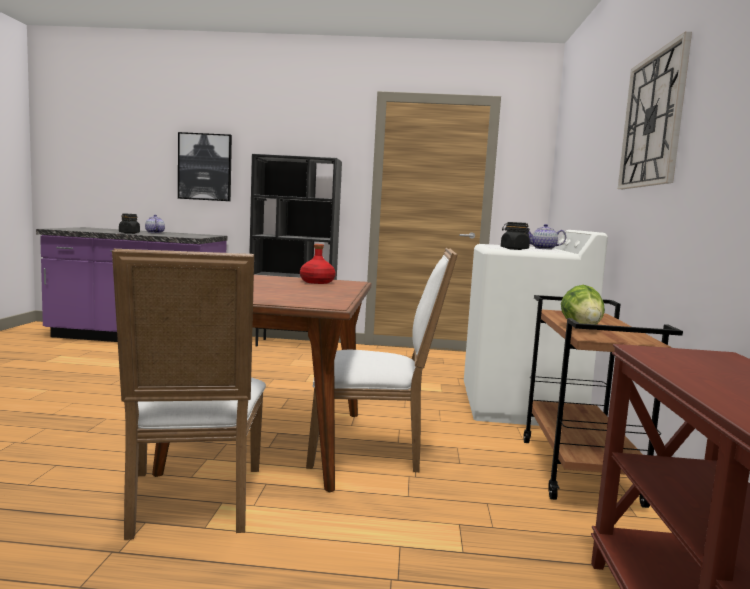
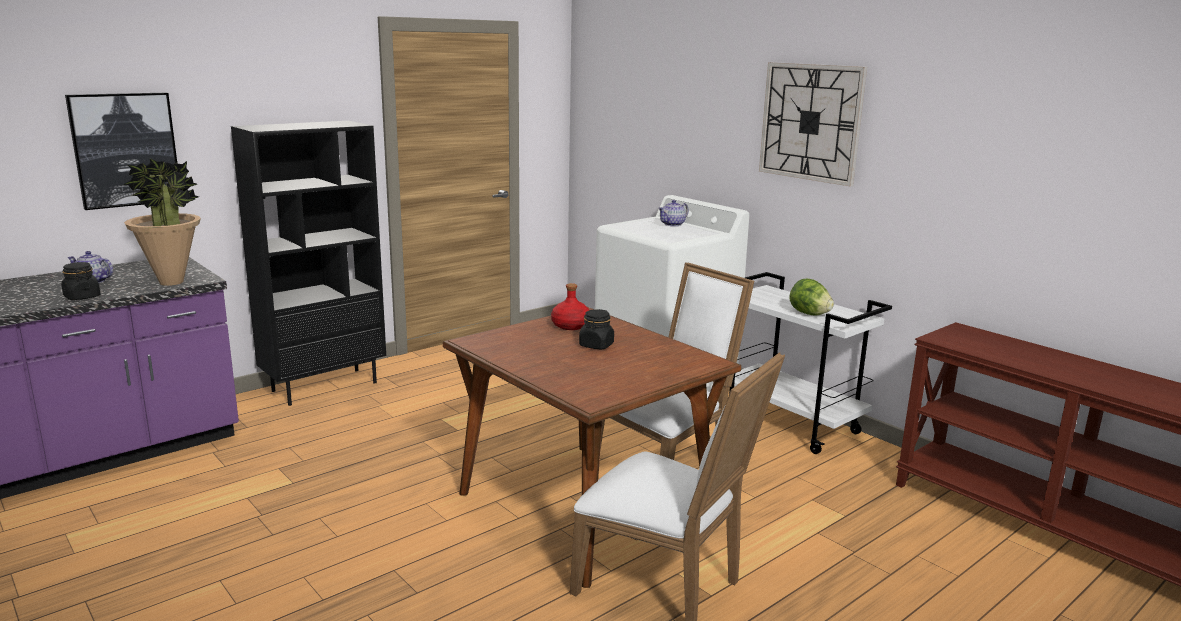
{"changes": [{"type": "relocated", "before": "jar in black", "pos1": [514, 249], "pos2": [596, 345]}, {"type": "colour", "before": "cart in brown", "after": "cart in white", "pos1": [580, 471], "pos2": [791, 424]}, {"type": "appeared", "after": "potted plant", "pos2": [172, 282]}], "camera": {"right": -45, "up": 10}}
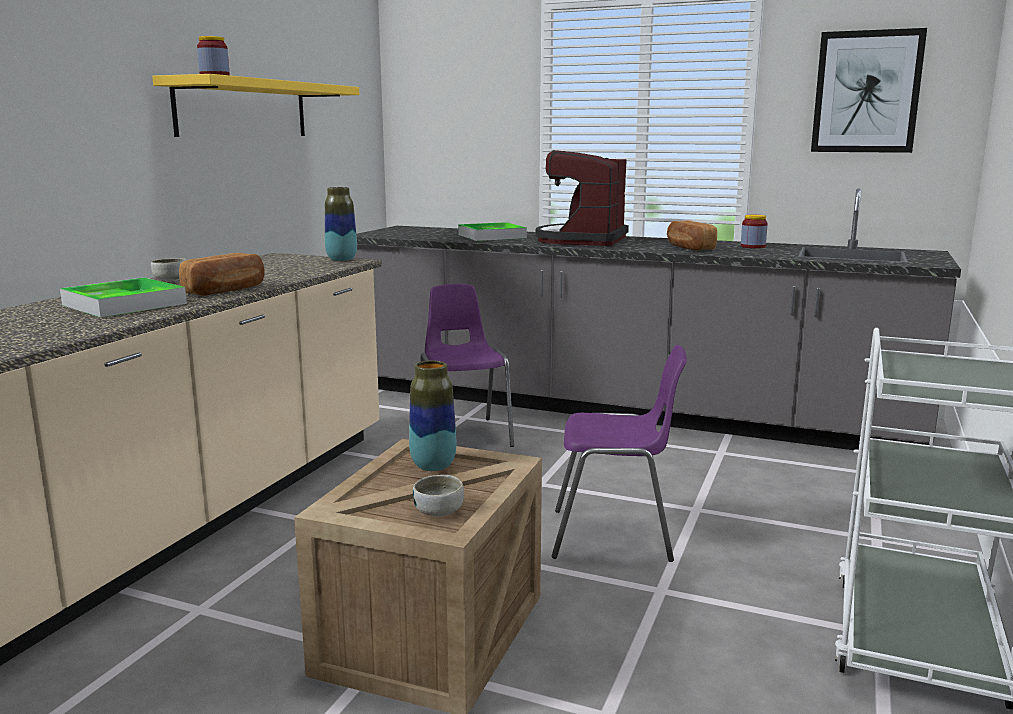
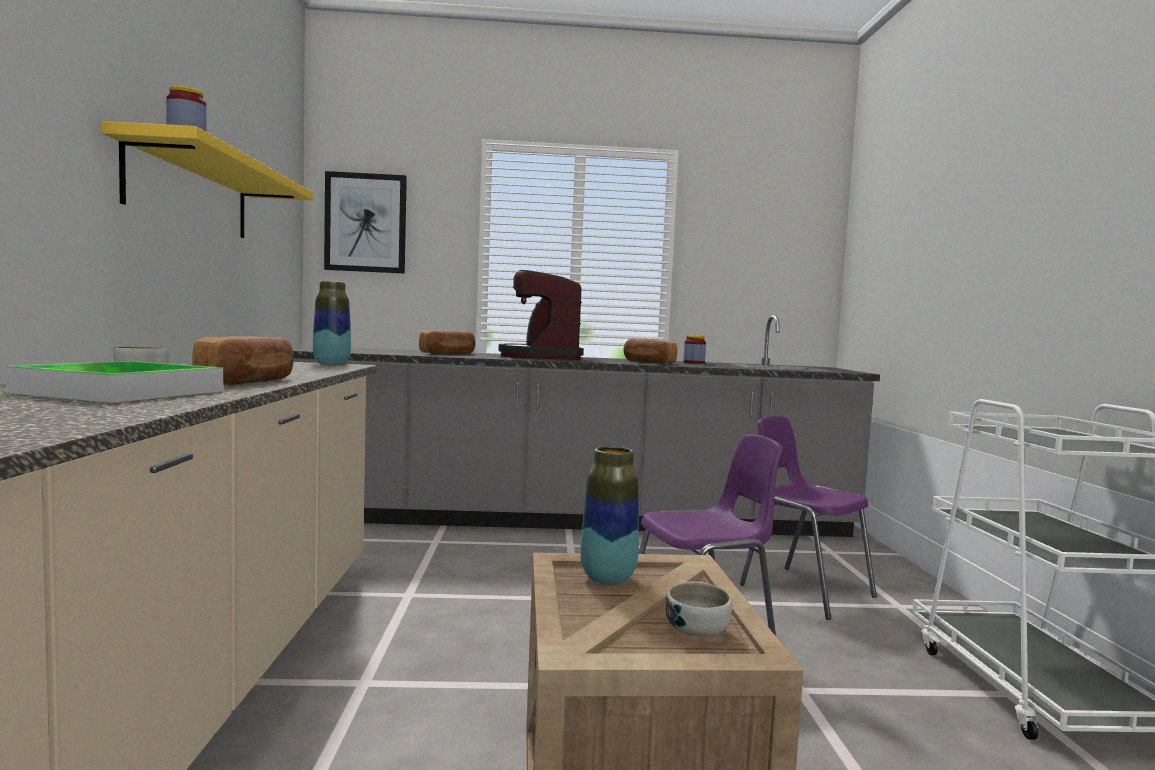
{"changes": [{"type": "relocated", "before": "picture", "pos1": [866, 92], "pos2": [366, 223]}, {"type": "exchanged", "before": "tray", "after": "bread", "pos1": [491, 236], "pos2": [448, 353]}, {"type": "relocated", "before": "chair in purple", "pos1": [464, 435], "pos2": [803, 590]}], "camera": {"right": -25, "up": -10}}
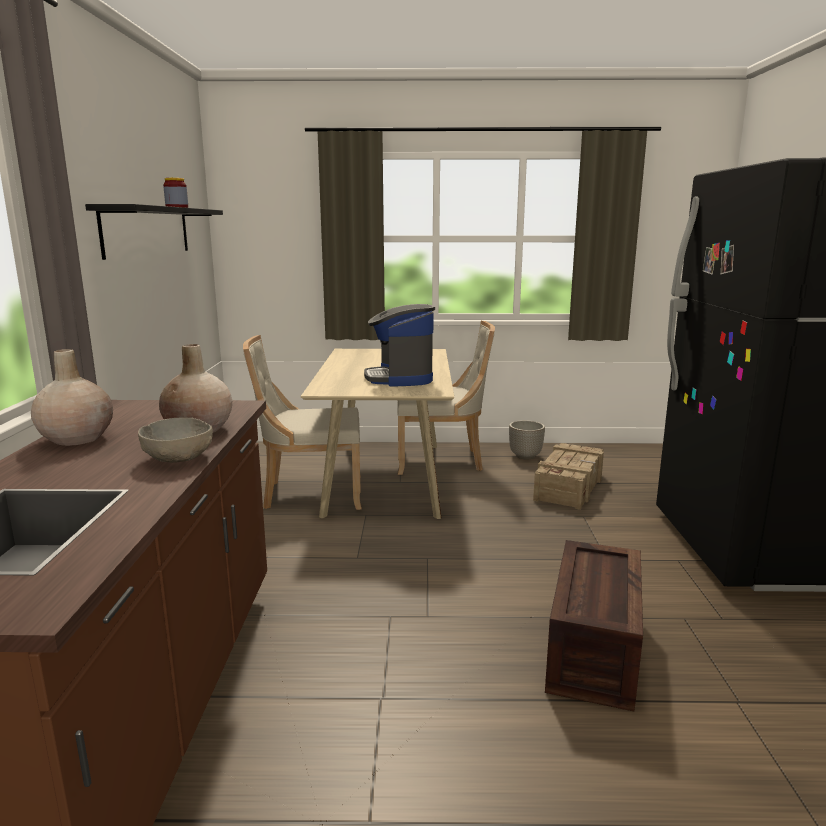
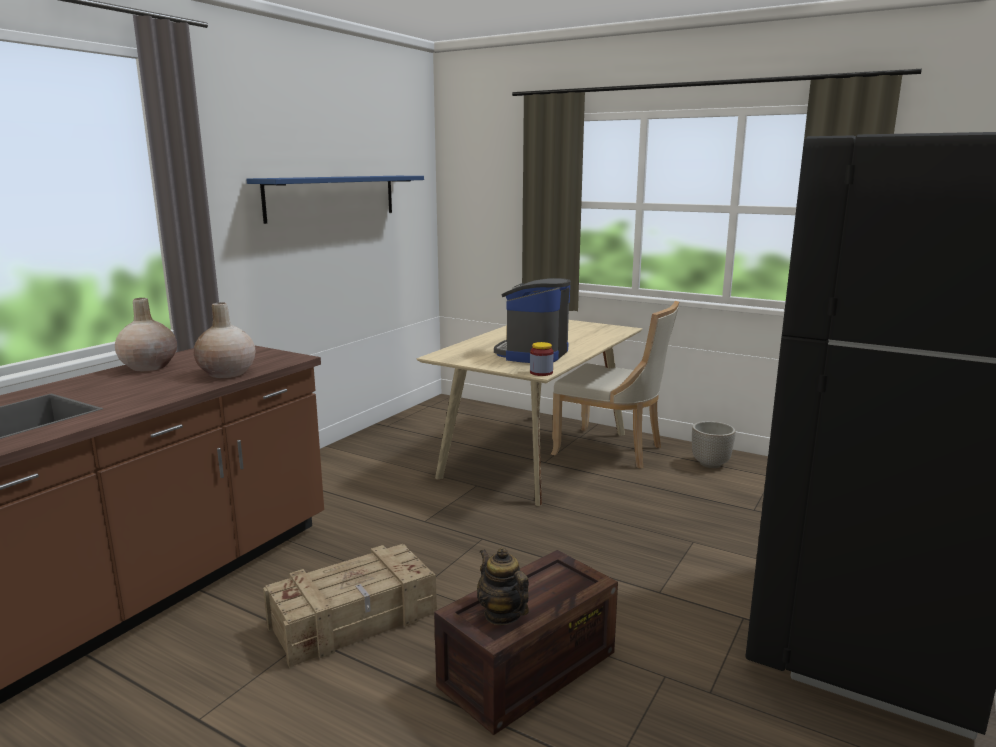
{"changes": [{"type": "relocated", "before": "jar", "pos1": [177, 207], "pos2": [541, 373]}, {"type": "colour", "before": "shelf in black", "after": "shelf in blue", "pos1": [148, 231], "pos2": [332, 197]}, {"type": "missing", "before": "chair in beige", "pos1": [310, 494]}, {"type": "missing", "before": "bowl in grey", "pos1": [179, 458]}, {"type": "relocated", "before": "crate", "pos1": [569, 487], "pos2": [354, 620]}, {"type": "appeared", "after": "teapot", "pos2": [502, 614]}], "camera": {"right": 30, "up": 0}}
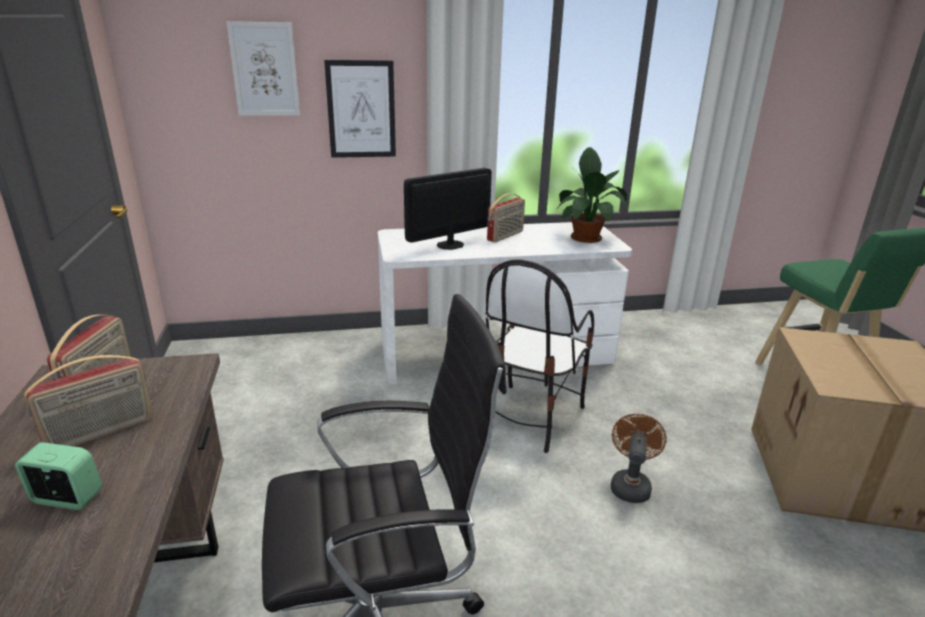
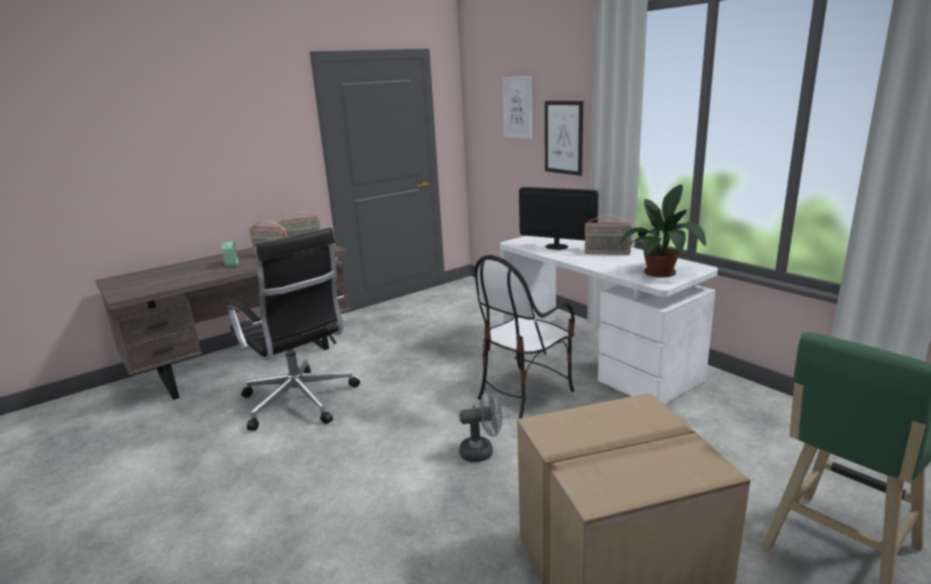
{"changes": [{"type": "spun", "before": "chair", "pos1": [531, 416], "pos2": [524, 392], "turn": -45}, {"type": "colour", "before": "fan in brown", "after": "fan in grey", "pos1": [630, 485], "pos2": [482, 451]}], "camera": {"right": 65, "up": -5}}
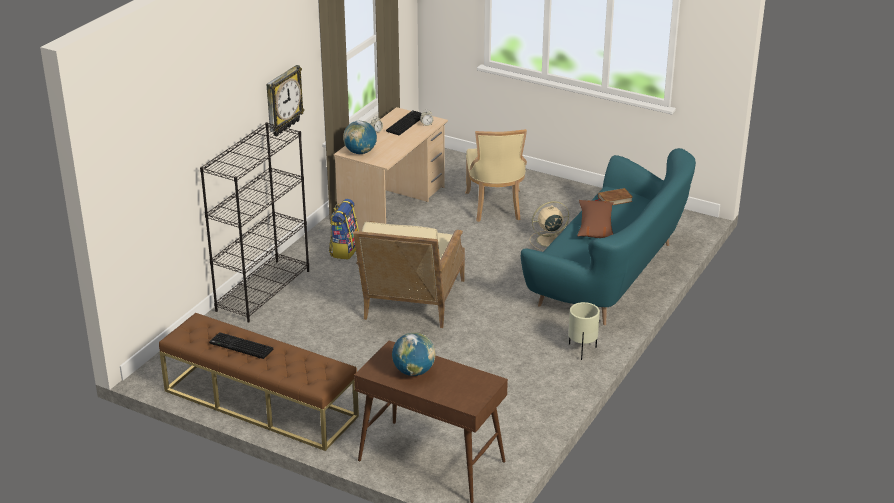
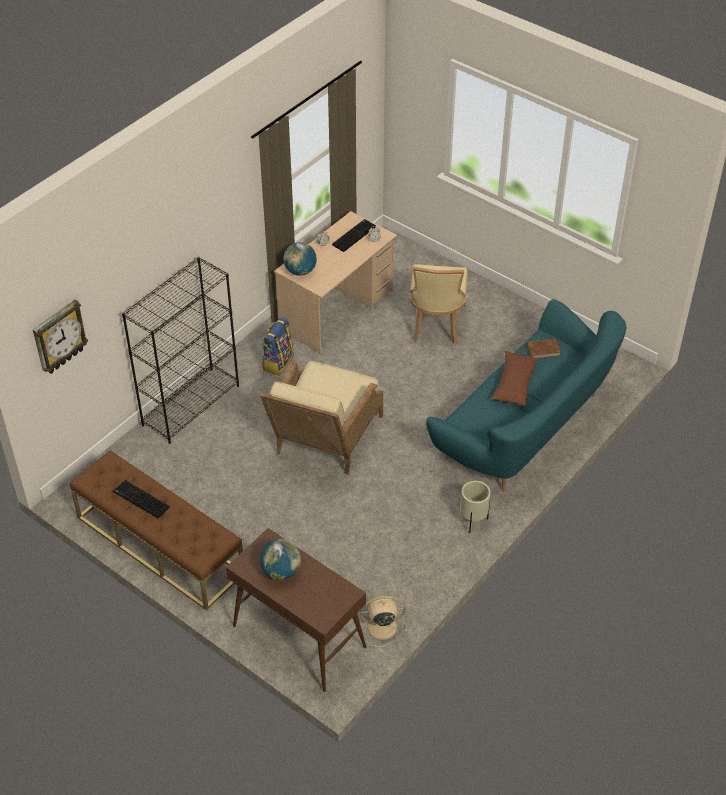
{"changes": [{"type": "relocated", "before": "wall clock", "pos1": [283, 101], "pos2": [59, 337]}, {"type": "relocated", "before": "fan in beige", "pos1": [548, 240], "pos2": [381, 627]}], "camera": {"right": 10, "up": 15}}
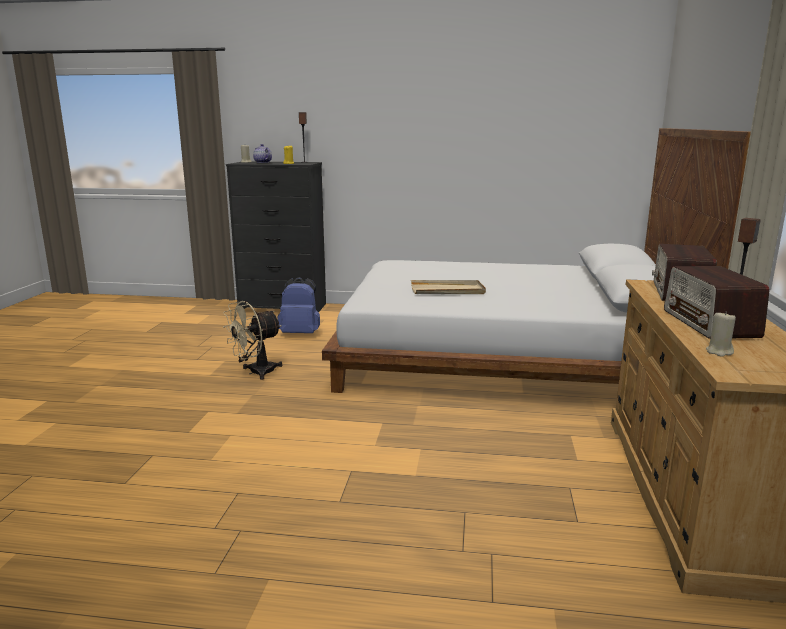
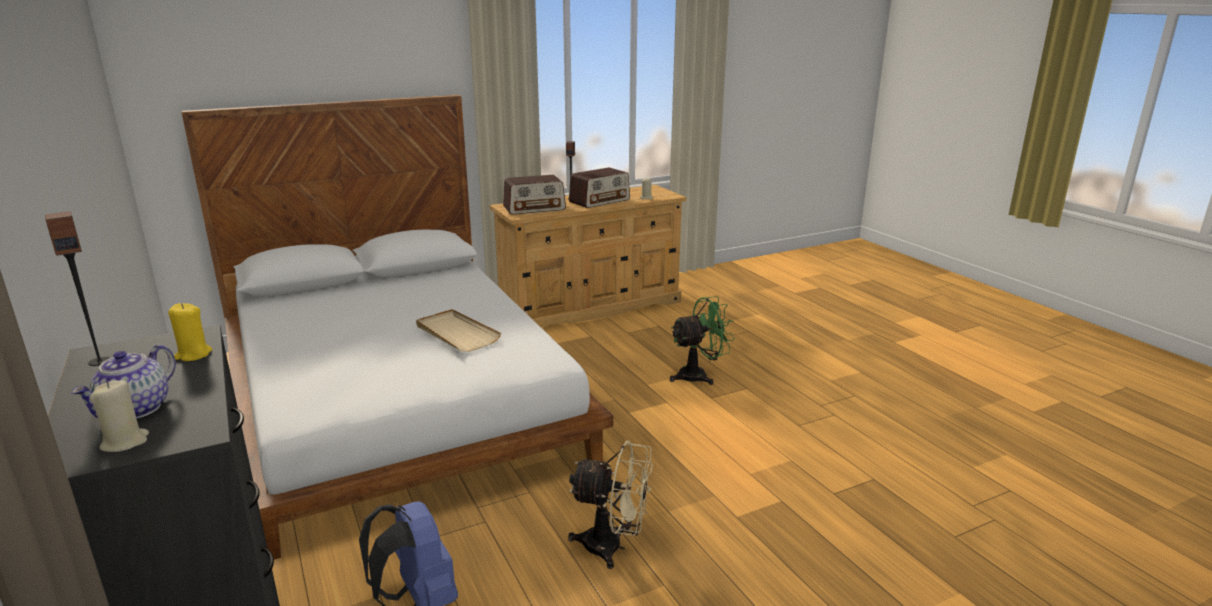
{"changes": [{"type": "appeared", "after": "fan in green", "pos2": [699, 375]}], "camera": {"right": -125, "up": 5}}
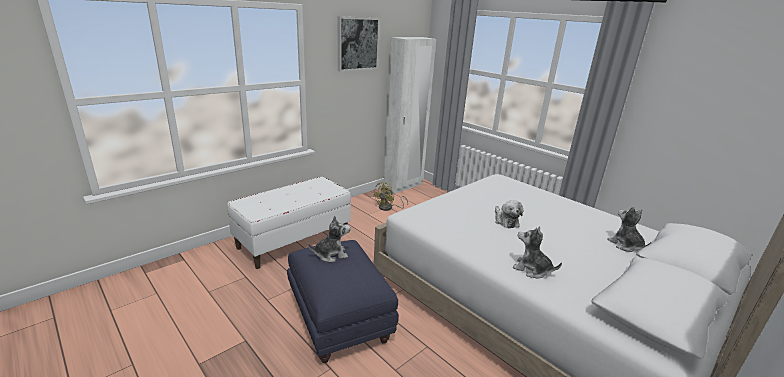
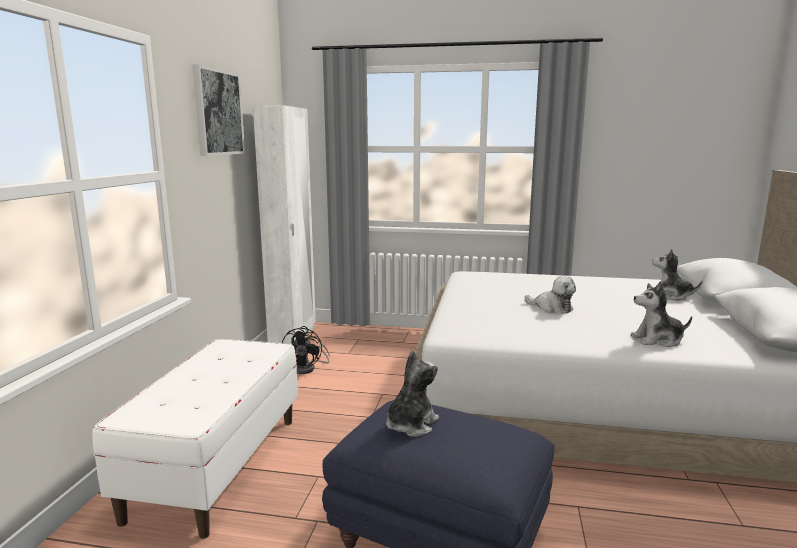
{"changes": [{"type": "colour", "before": "fan in yellow", "after": "fan in black", "pos1": [388, 208], "pos2": [308, 368]}], "camera": {"right": -35, "up": -10}}
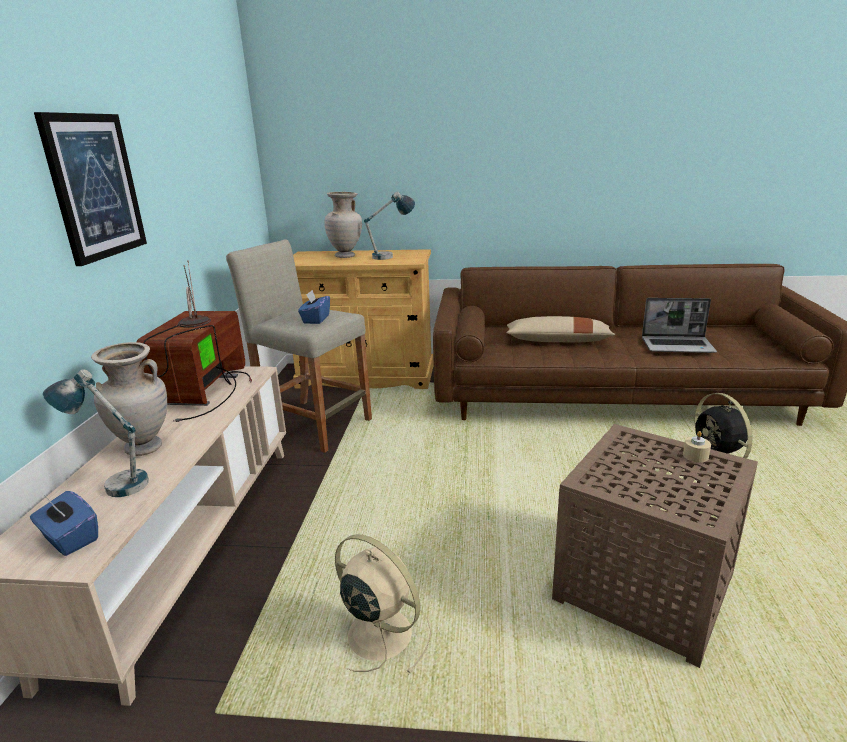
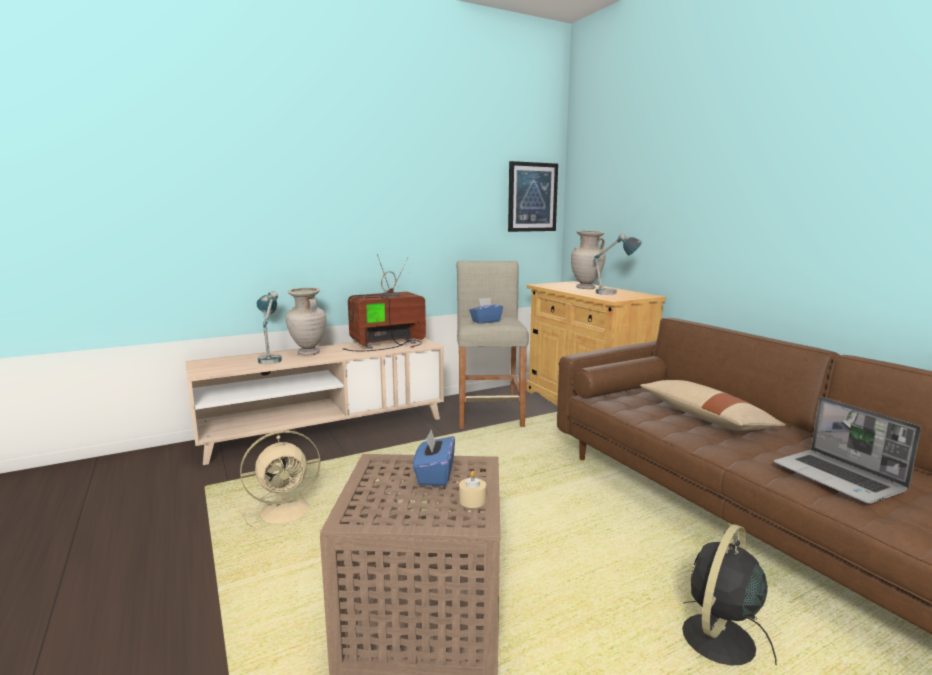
{"changes": [{"type": "relocated", "before": "picture", "pos1": [94, 186], "pos2": [532, 197]}, {"type": "relocated", "before": "tissue box in blue", "pos1": [70, 539], "pos2": [434, 475]}, {"type": "spun", "before": "fan in beige", "pos1": [377, 633], "pos2": [287, 511], "turn": 60}], "camera": {"right": 55, "up": -10}}
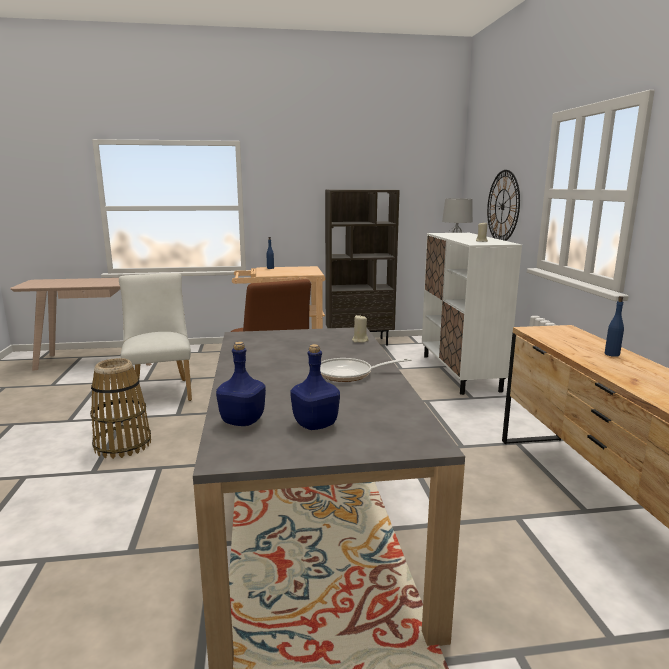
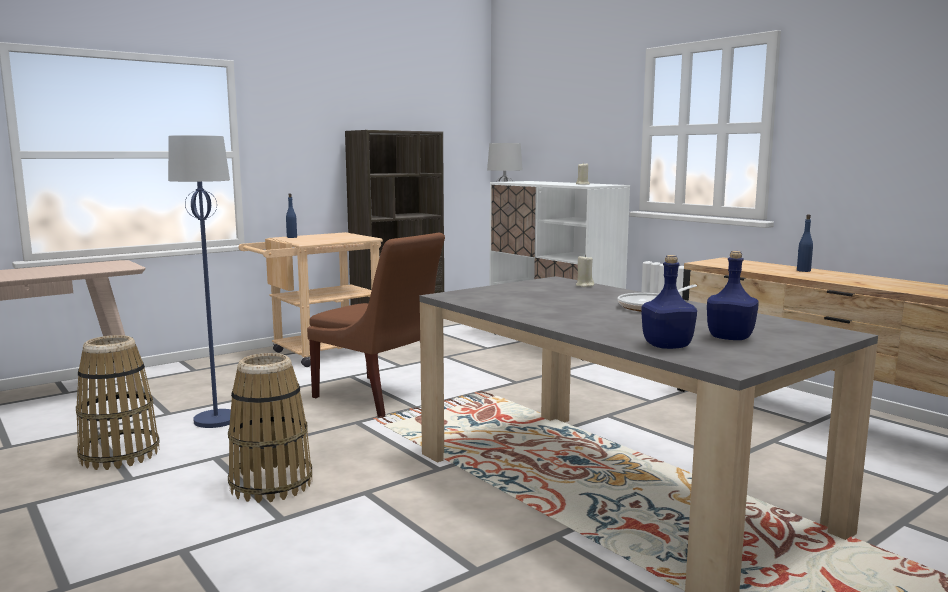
{"changes": [{"type": "missing", "before": "wall clock", "pos1": [503, 206]}, {"type": "exchanged", "before": "chair in white", "after": "floor lamp in blue", "pos1": [161, 390], "pos2": [216, 420]}, {"type": "appeared", "after": "basket", "pos2": [120, 454]}], "camera": {"right": -30, "up": -5}}
